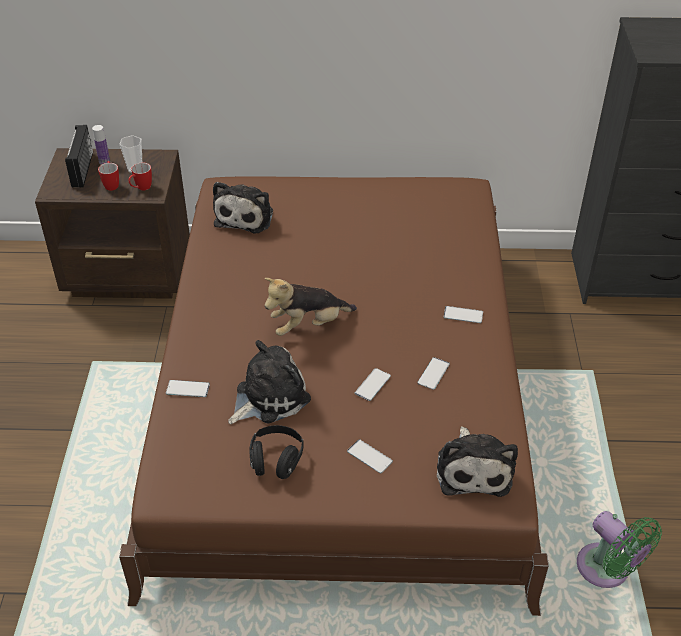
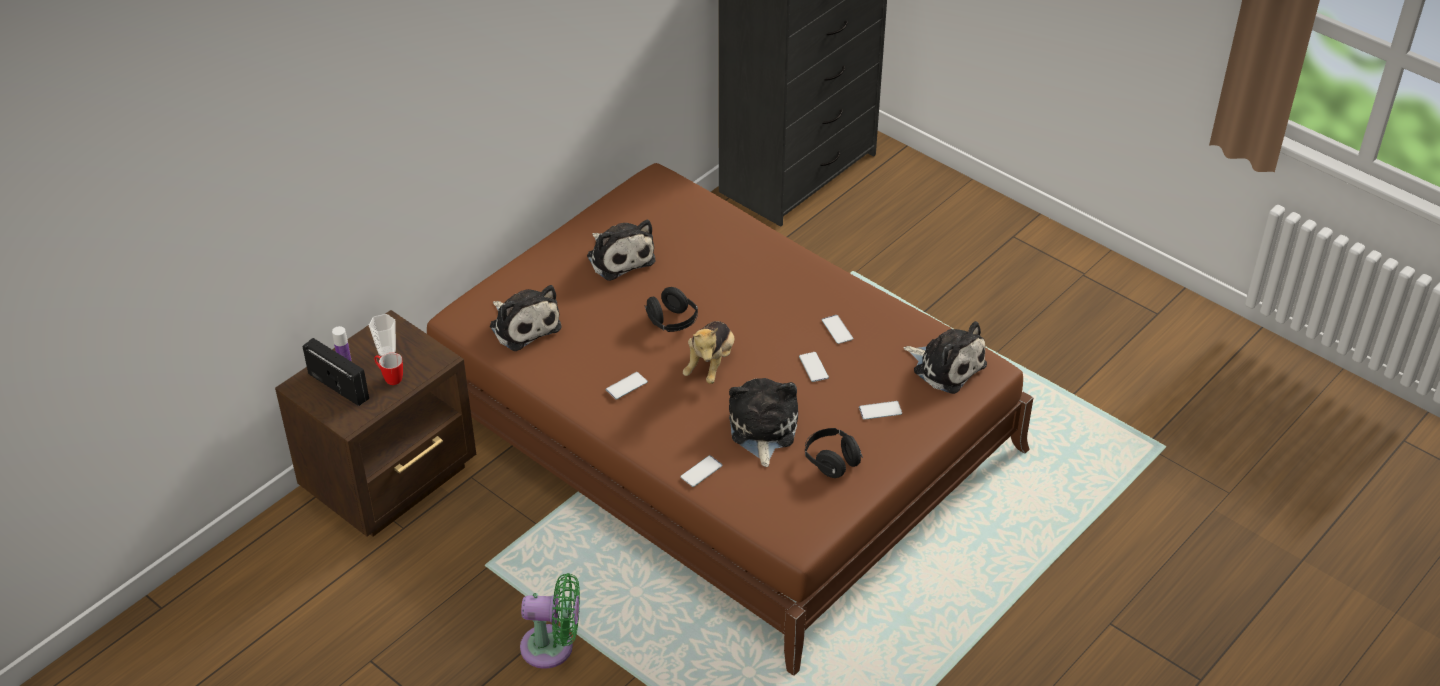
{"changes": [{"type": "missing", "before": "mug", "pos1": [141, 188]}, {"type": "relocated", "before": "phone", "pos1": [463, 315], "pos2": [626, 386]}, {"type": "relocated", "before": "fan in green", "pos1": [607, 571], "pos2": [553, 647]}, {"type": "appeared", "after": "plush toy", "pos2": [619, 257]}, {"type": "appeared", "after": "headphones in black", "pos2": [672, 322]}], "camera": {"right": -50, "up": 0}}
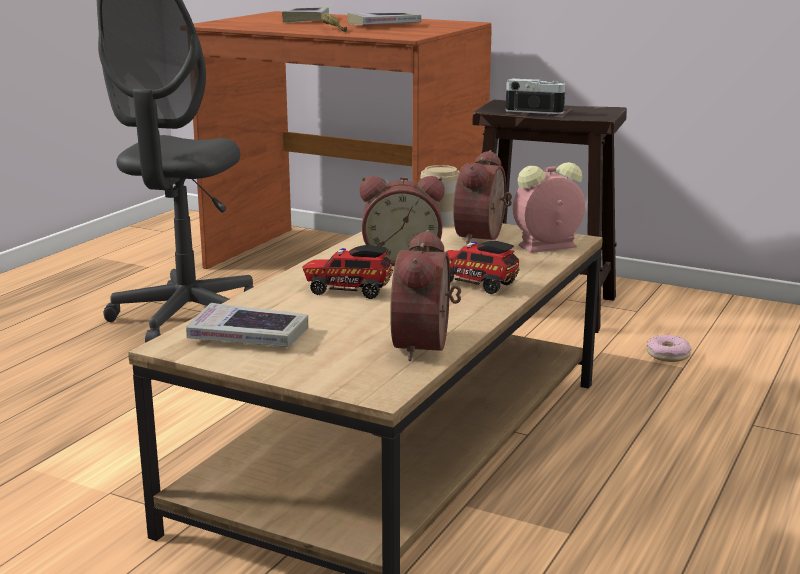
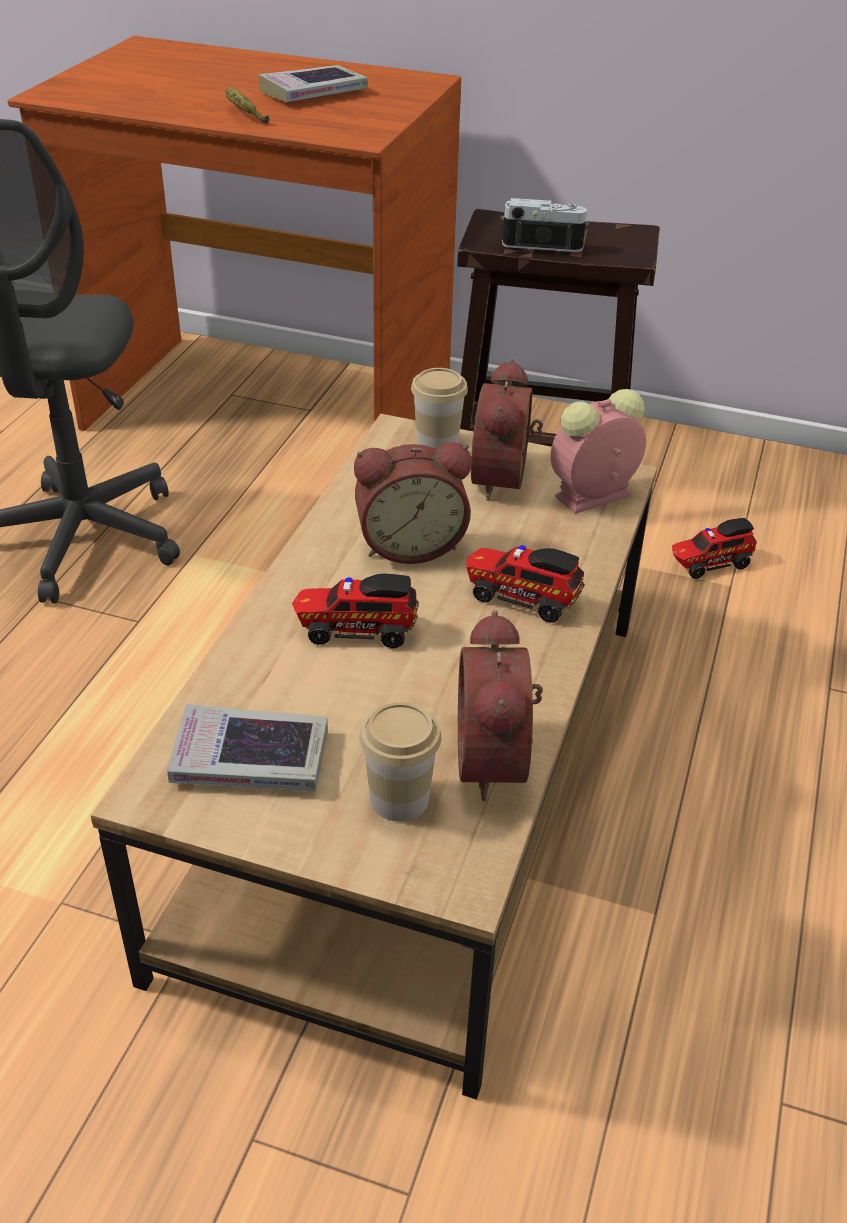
{"changes": [{"type": "missing", "before": "book", "pos1": [306, 20]}, {"type": "exchanged", "before": "donut", "after": "toy truck", "pos1": [668, 355], "pos2": [708, 564]}, {"type": "appeared", "after": "cup", "pos2": [399, 799]}], "camera": {"right": -10, "up": 20}}
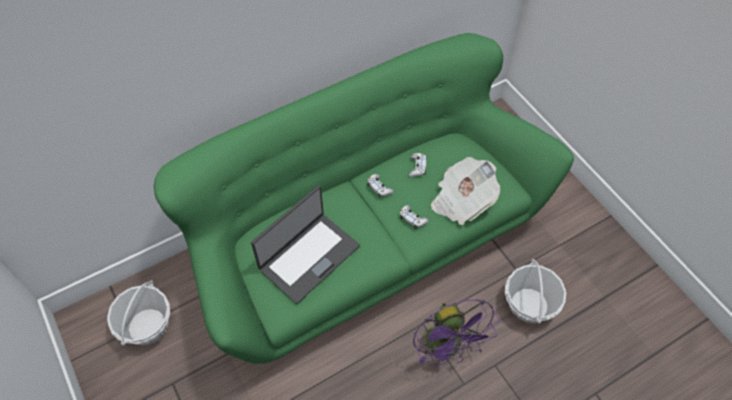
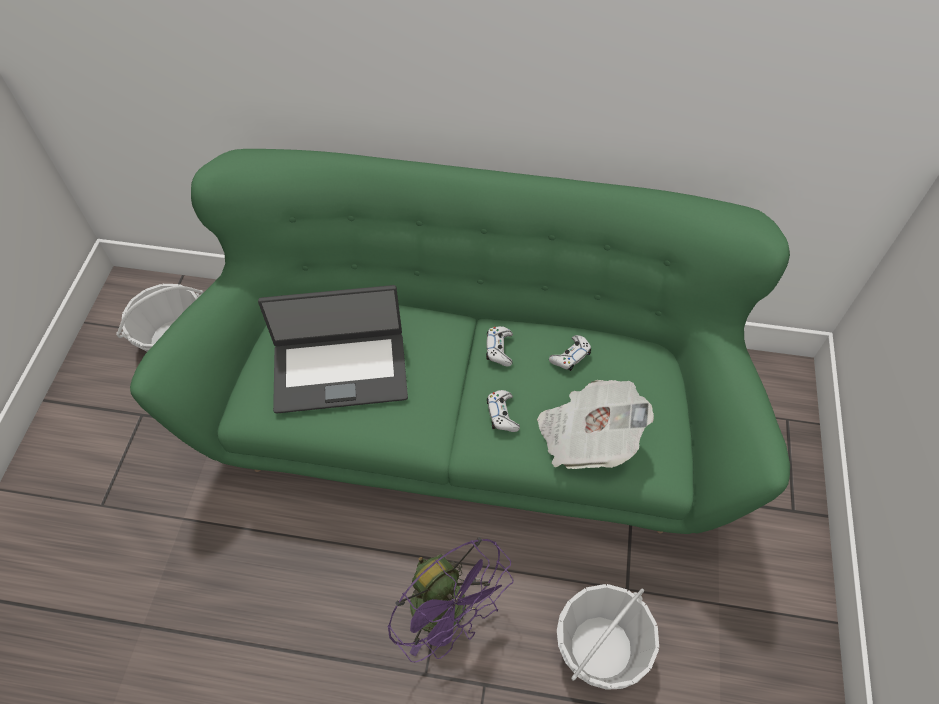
{"changes": [{"type": "spun", "before": "fan in purple", "pos1": [448, 347], "pos2": [449, 614], "turn": -60}], "camera": {"right": 40, "up": 0}}
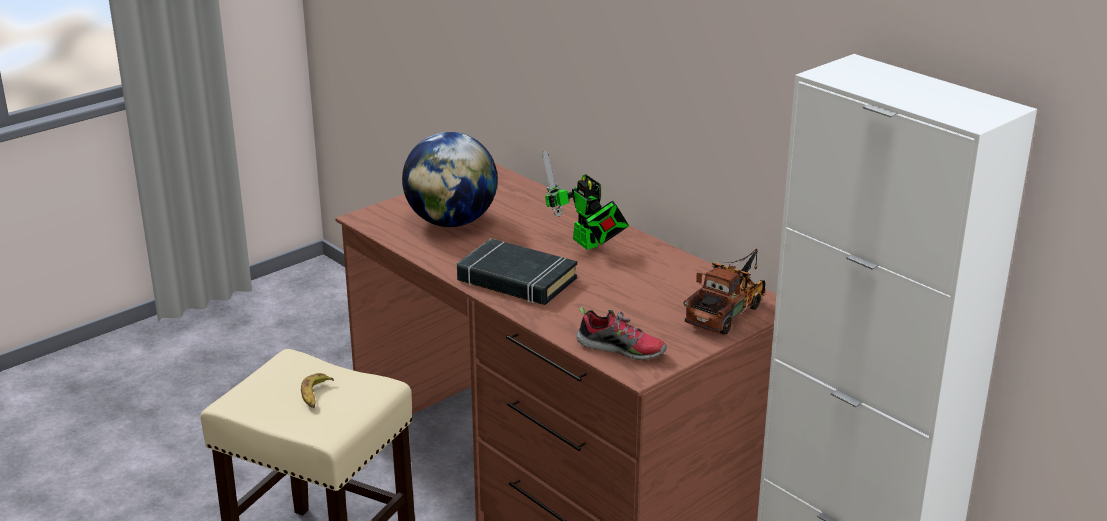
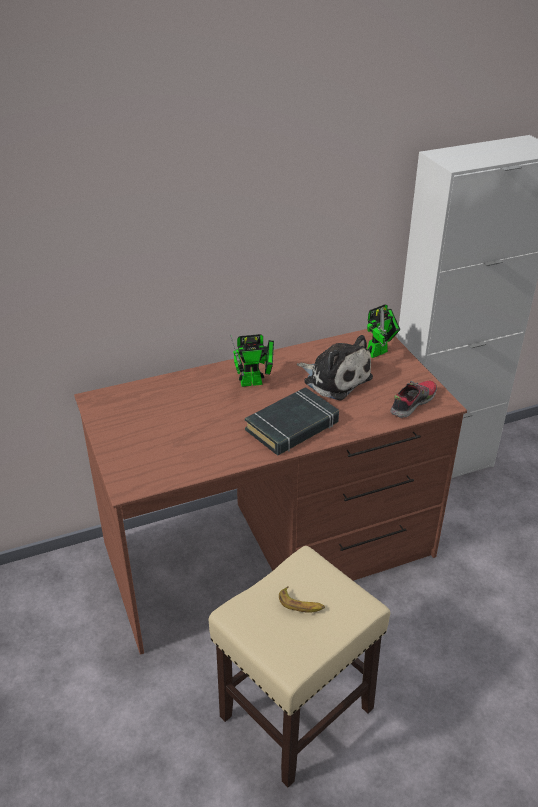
{"changes": [{"type": "missing", "before": "globe", "pos1": [451, 222]}, {"type": "exchanged", "before": "toy truck", "after": "toy robot", "pos1": [728, 311], "pos2": [379, 351]}, {"type": "appeared", "after": "plush toy", "pos2": [335, 379]}], "camera": {"right": -70, "up": 10}}
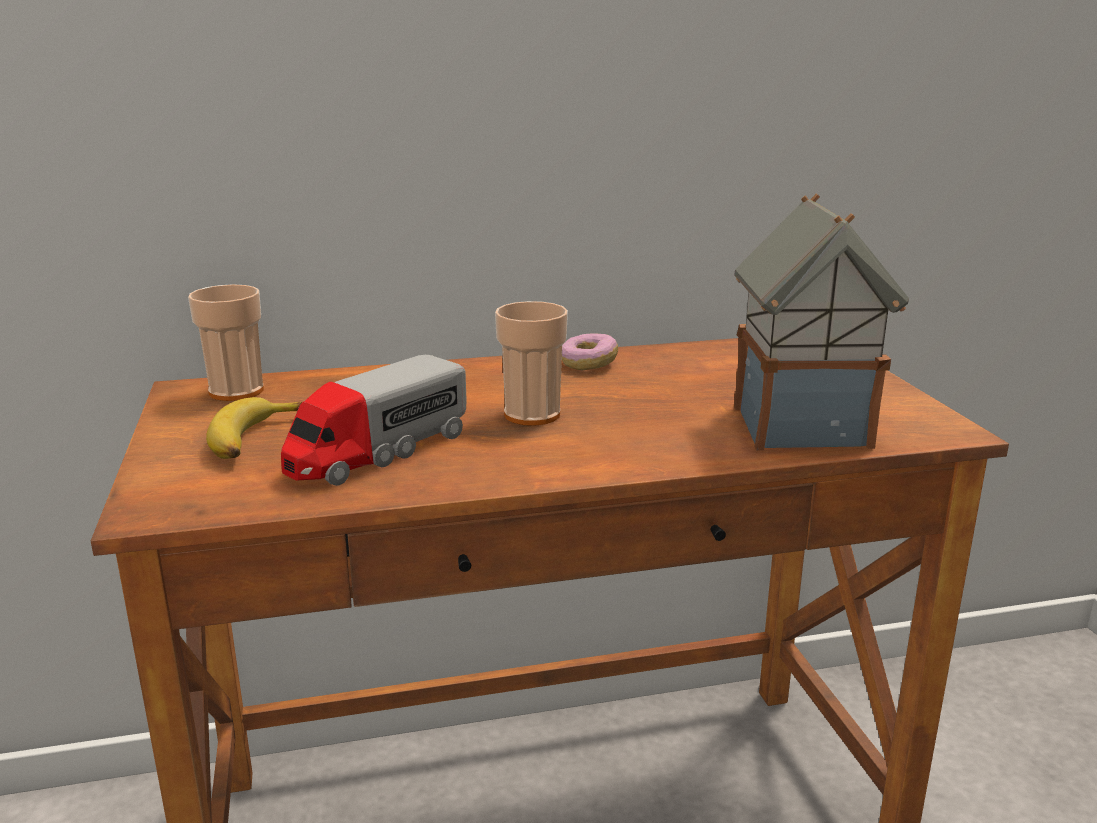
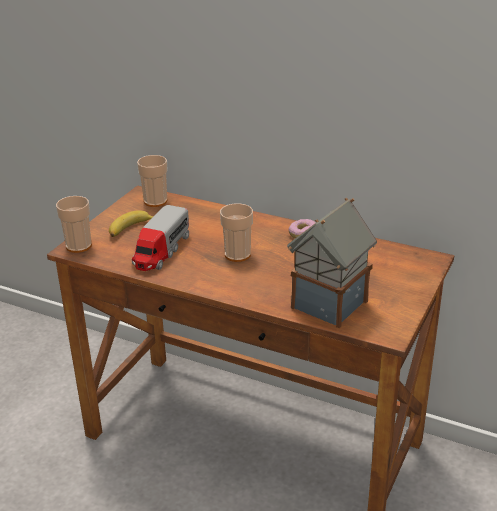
{"changes": [{"type": "spun", "before": "toy truck", "pos1": [376, 452], "pos2": [161, 251], "turn": -60}, {"type": "appeared", "after": "cup", "pos2": [78, 246]}], "camera": {"right": 40, "up": 10}}
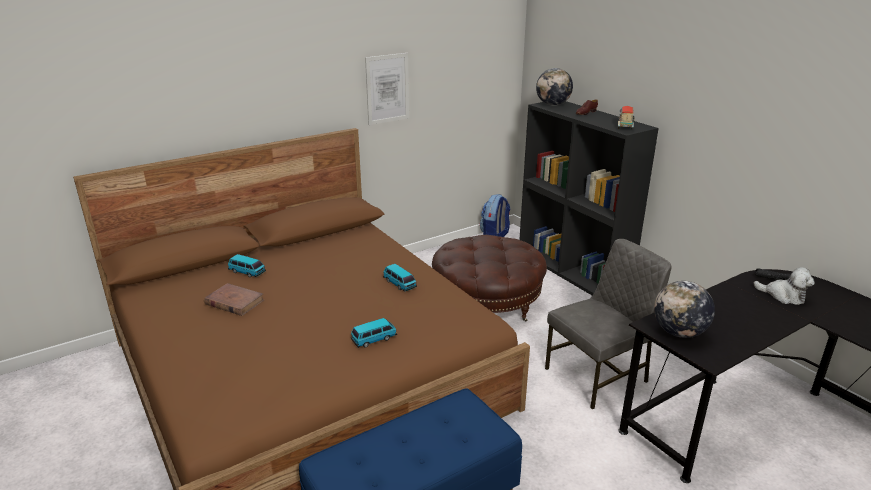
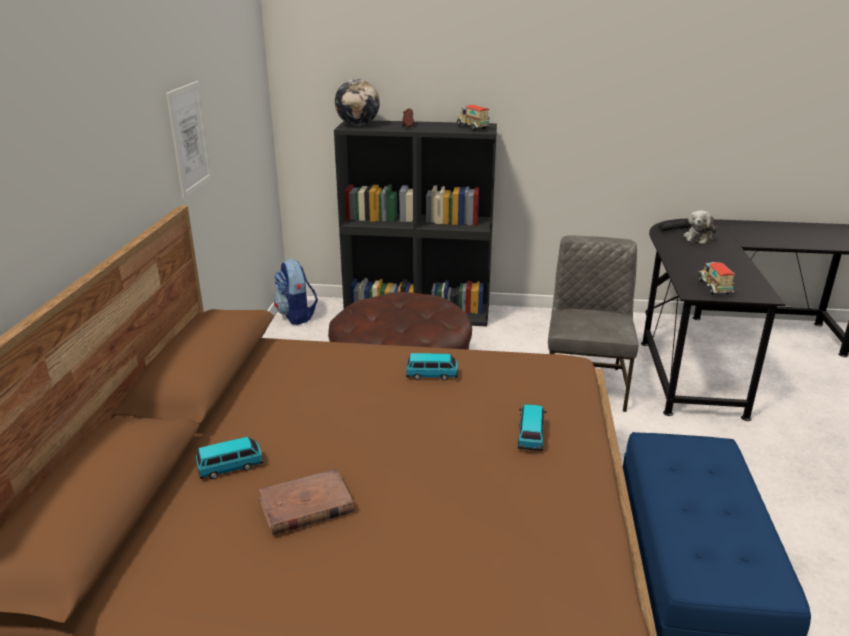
{"changes": [{"type": "spun", "before": "plush toy", "pos1": [783, 296], "pos2": [698, 237], "turn": 135}, {"type": "exchanged", "before": "globe", "after": "toy truck", "pos1": [679, 332], "pos2": [714, 289]}], "camera": {"right": -50, "up": 0}}
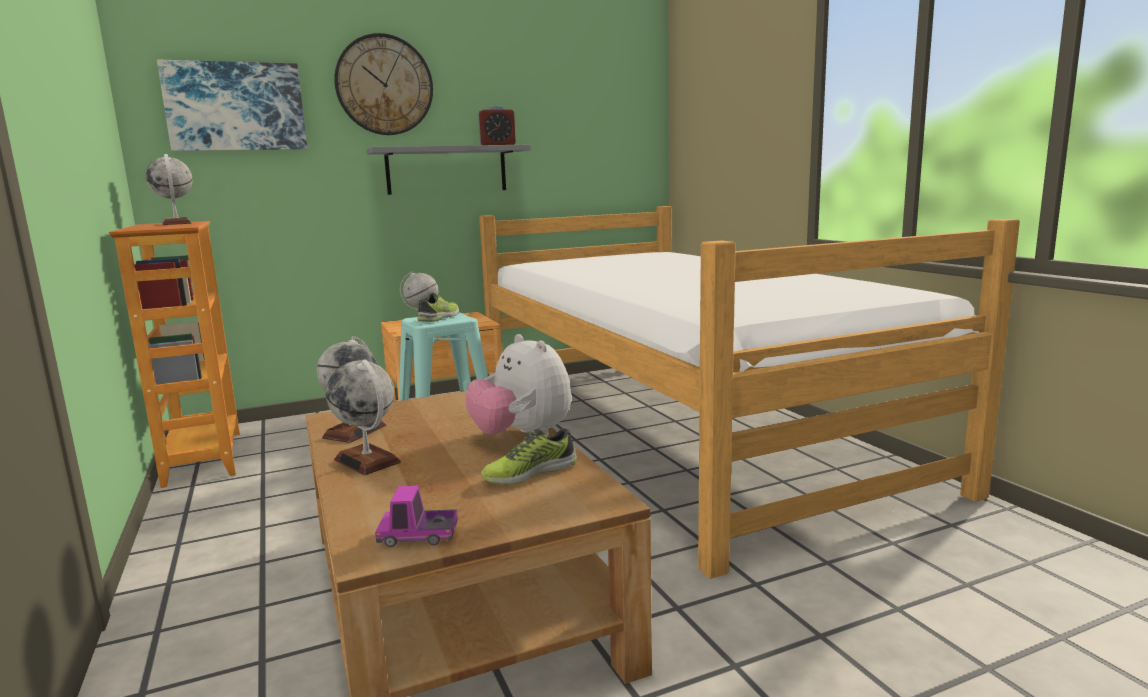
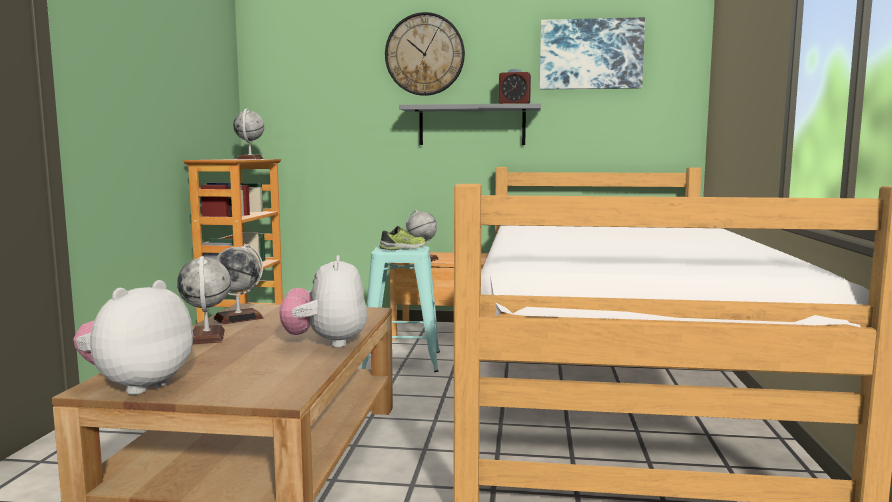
{"changes": [{"type": "relocated", "before": "picture", "pos1": [235, 107], "pos2": [590, 54]}, {"type": "missing", "before": "shoe", "pos1": [529, 473]}, {"type": "exchanged", "before": "toy truck", "after": "plush toy", "pos1": [418, 536], "pos2": [137, 385]}], "camera": {"right": 30, "up": -5}}
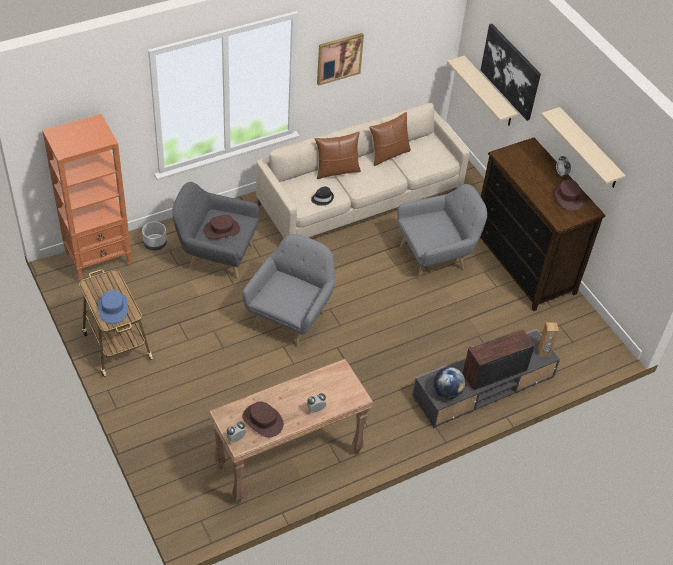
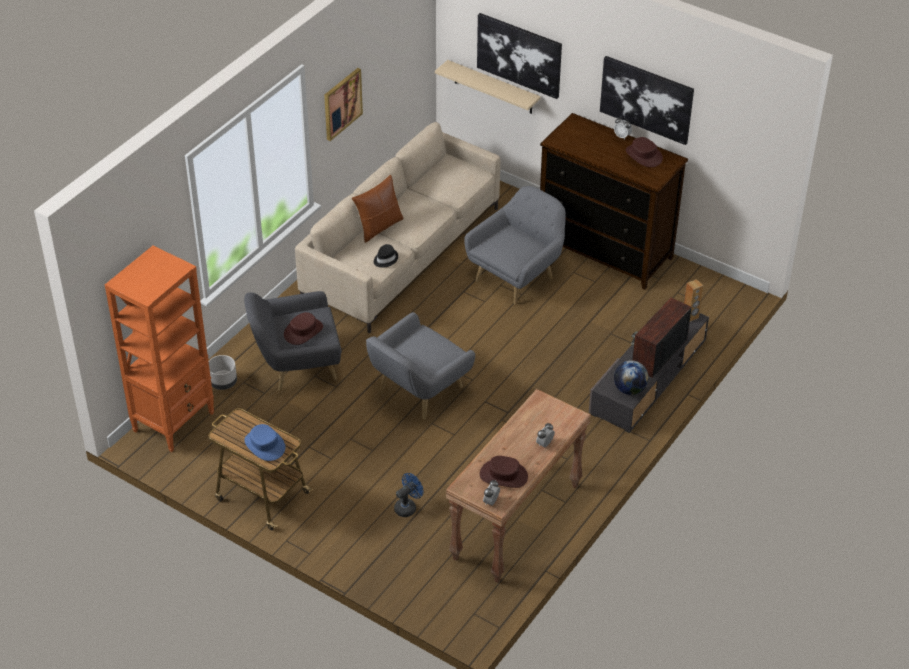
{"changes": [{"type": "exchanged", "before": "shelf in beige", "after": "picture", "pos1": [589, 149], "pos2": [646, 99]}, {"type": "missing", "before": "pillow in brown", "pos1": [388, 154]}, {"type": "spun", "before": "armchair in grey", "pos1": [290, 316], "pos2": [417, 392], "turn": -135}, {"type": "appeared", "after": "fan in blue", "pos2": [408, 507]}], "camera": {"right": -25, "up": -5}}
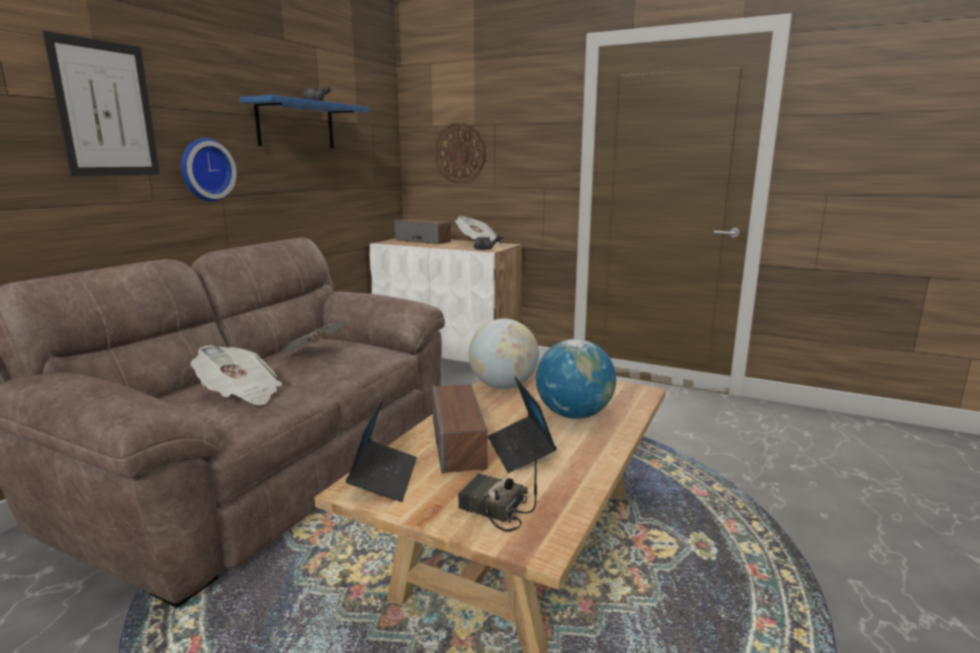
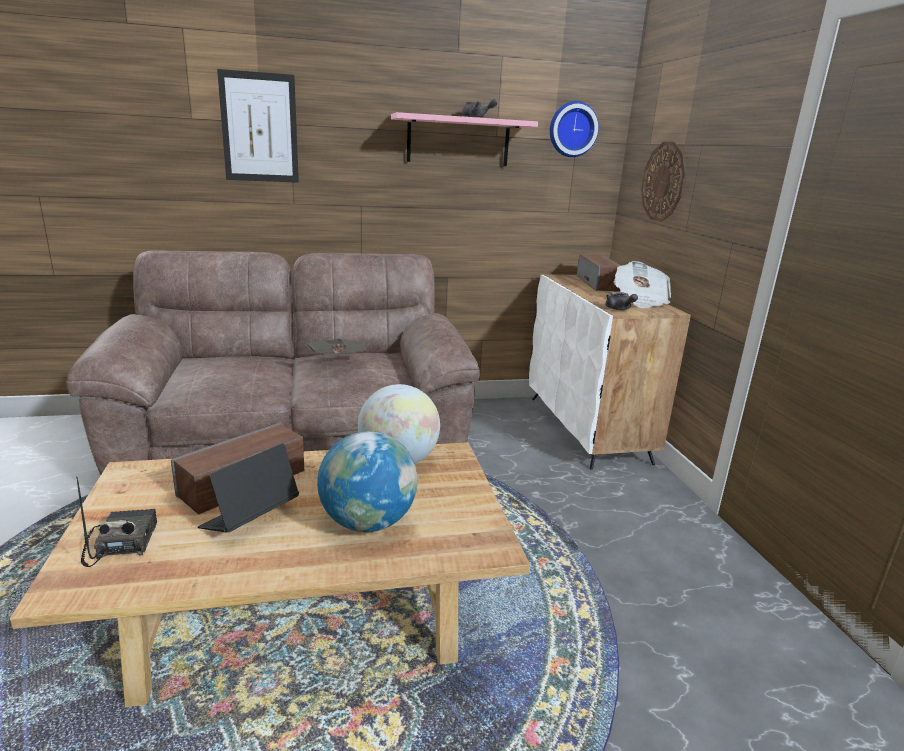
{"changes": [{"type": "colour", "before": "shelf in blue", "after": "shelf in pink", "pos1": [296, 125], "pos2": [458, 141]}, {"type": "relocated", "before": "wall clock", "pos1": [205, 170], "pos2": [572, 129]}, {"type": "missing", "before": "newspaper", "pos1": [240, 394]}, {"type": "missing", "before": "laptop", "pos1": [384, 477]}], "camera": {"right": 50, "up": 5}}
